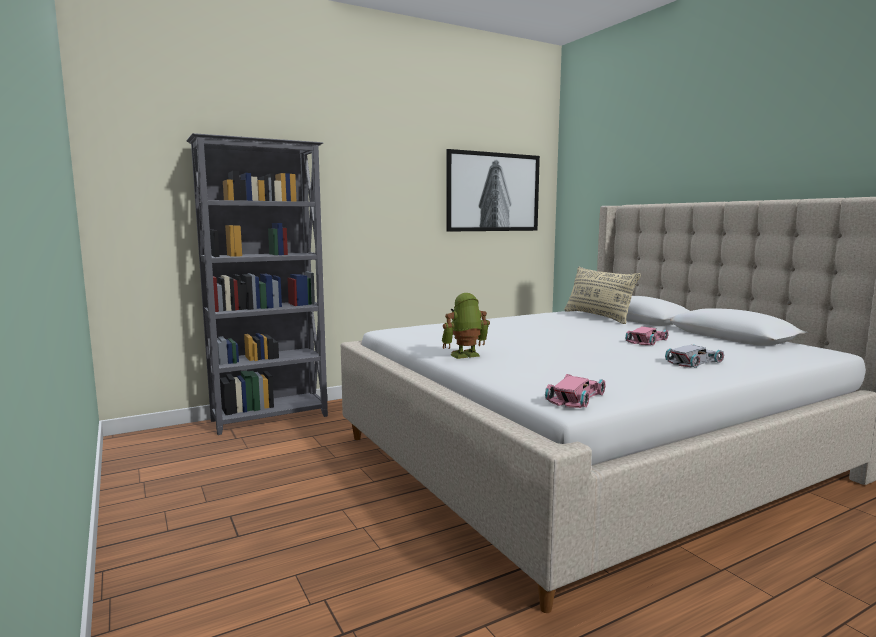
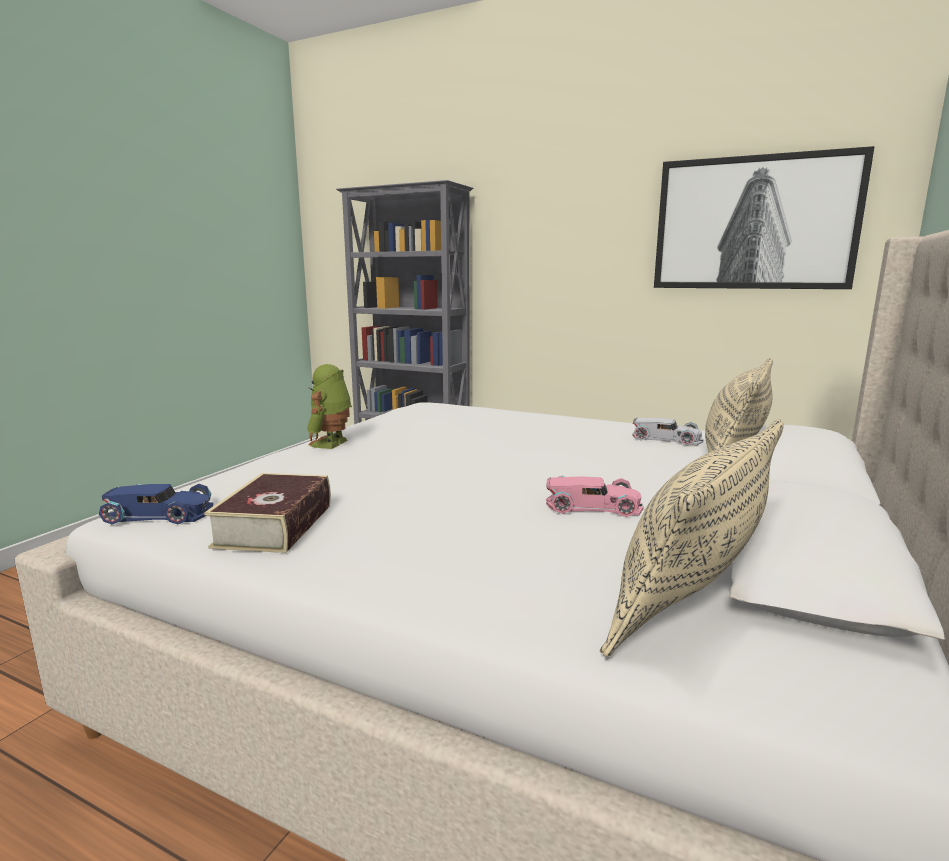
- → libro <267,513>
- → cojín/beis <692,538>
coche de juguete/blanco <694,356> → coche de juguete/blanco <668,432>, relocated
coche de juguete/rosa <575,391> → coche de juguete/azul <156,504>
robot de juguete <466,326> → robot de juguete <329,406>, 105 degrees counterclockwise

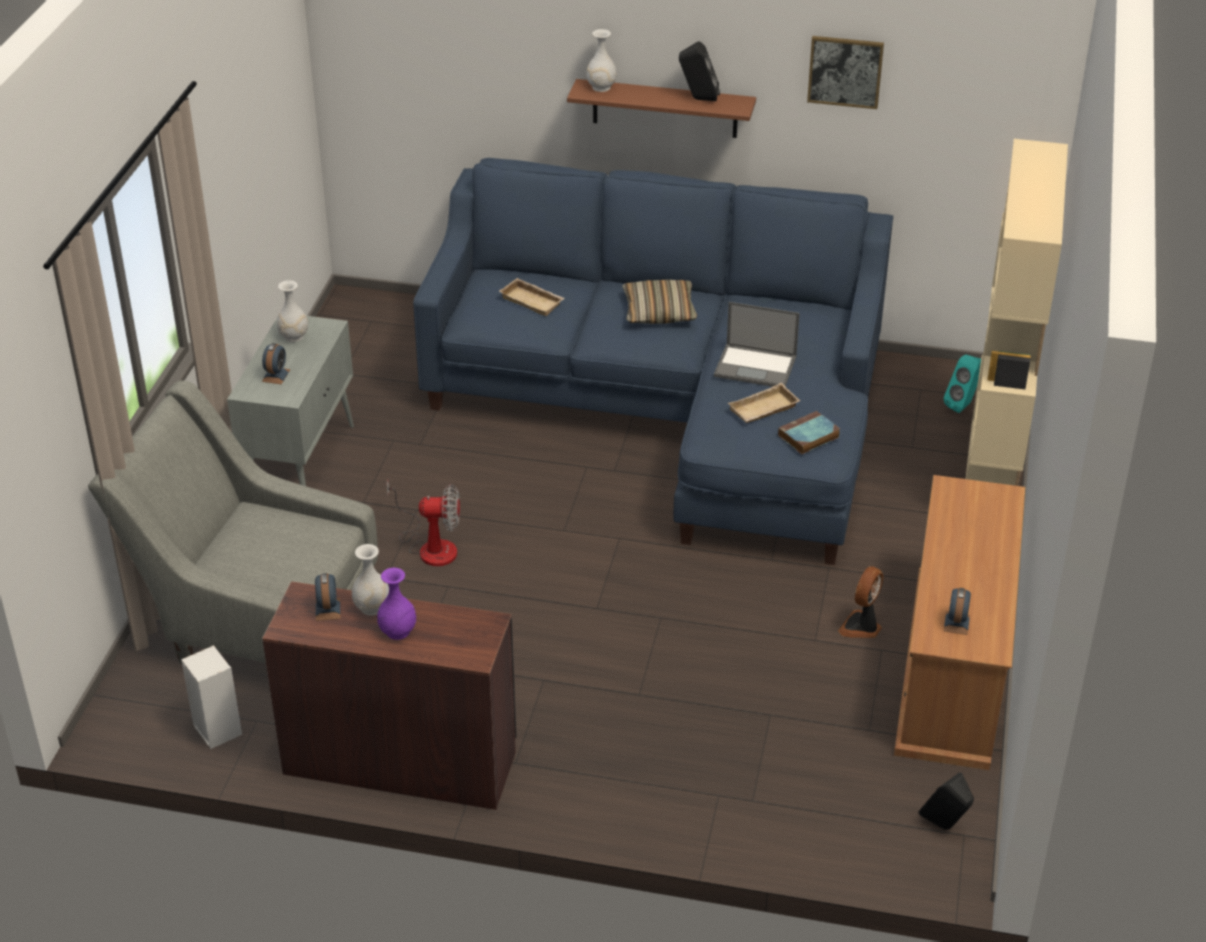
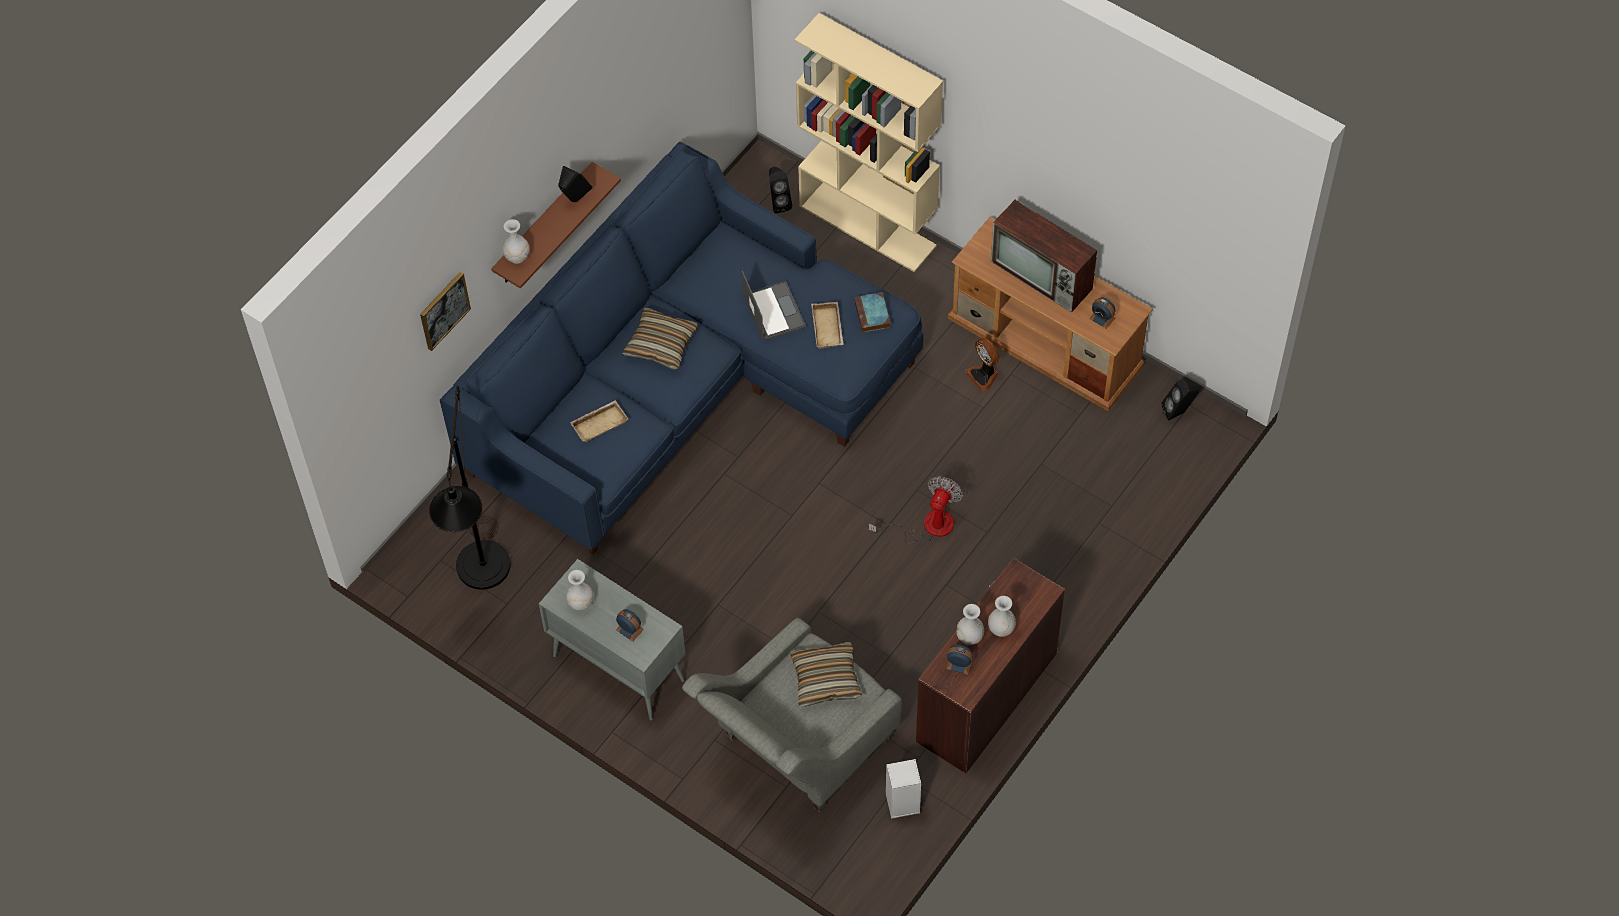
- → lámpara de pie/negro <470,488>
- → cojín <826,674>
- → televisor <1044,256>
ventilador <423,523> → ventilador <916,510>, relocated
cuadro <845,72> → cuadro <445,311>, relocated
florero/morado <396,604> → florero/blanco <1002,616>
altavoz/turquesa <962,384> → altavoz/negro <780,190>
portátil <757,344> → portátil <774,306>, 60 degrees counterclockwise

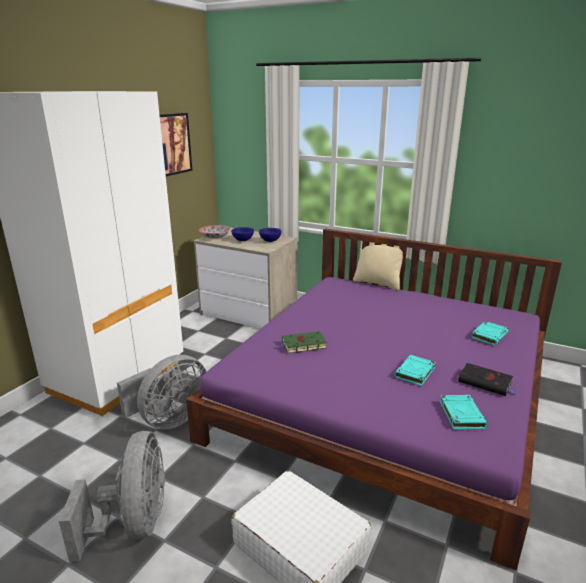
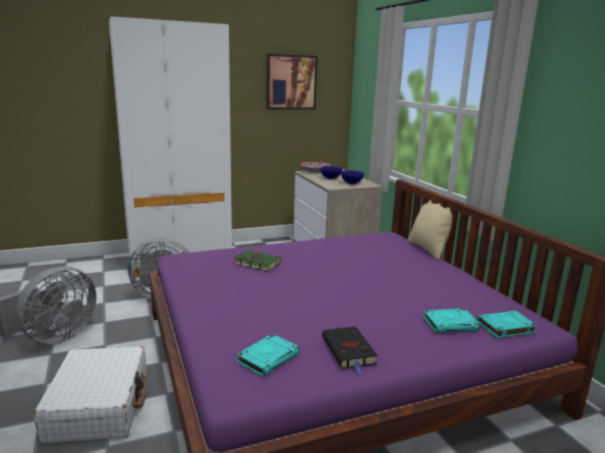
libro/turquesa <415,370> → libro/turquesa <507,324>, relocated

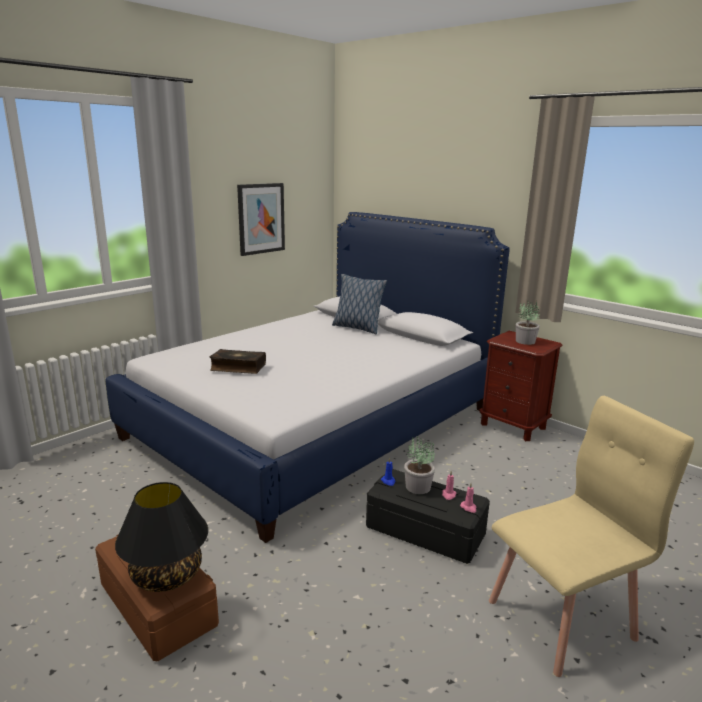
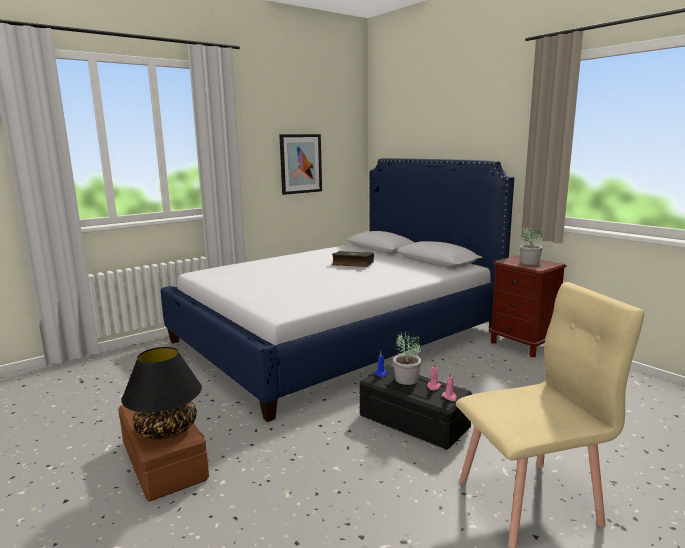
cojín <359,304> → -
libro <238,361> → libro <353,259>, relocated

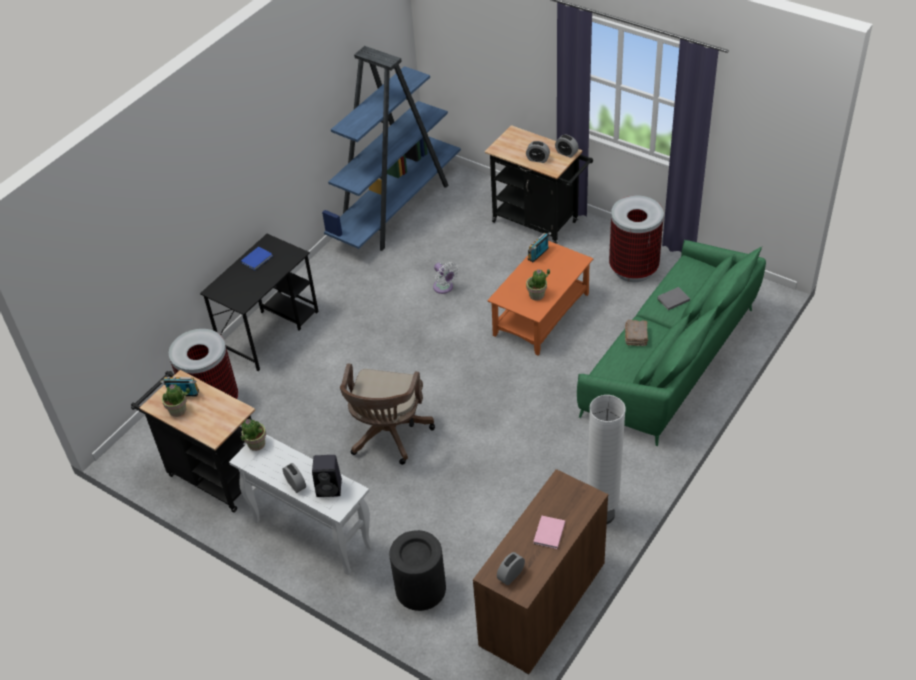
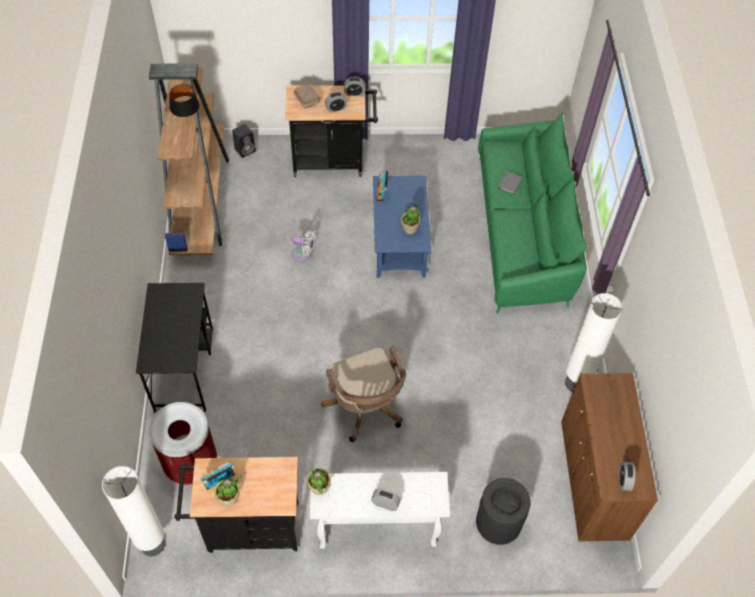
libro/azul <256,258> → -
libro/rosa <549,532> → -
papelera <636,239> → -
- → lámpara de pie/blanco <133,511>
- → lámpara de mesa/negro <184,105>
altavoz/negro <327,476> → altavoz/negro <244,141>, relocated
libro/marrón <636,333> → libro/marrón <307,96>, relocated
estantería/azul <391,148> → estantería/marrón <189,159>
mesa de centro/naranja <540,298> → mesa de centro/azul <402,227>

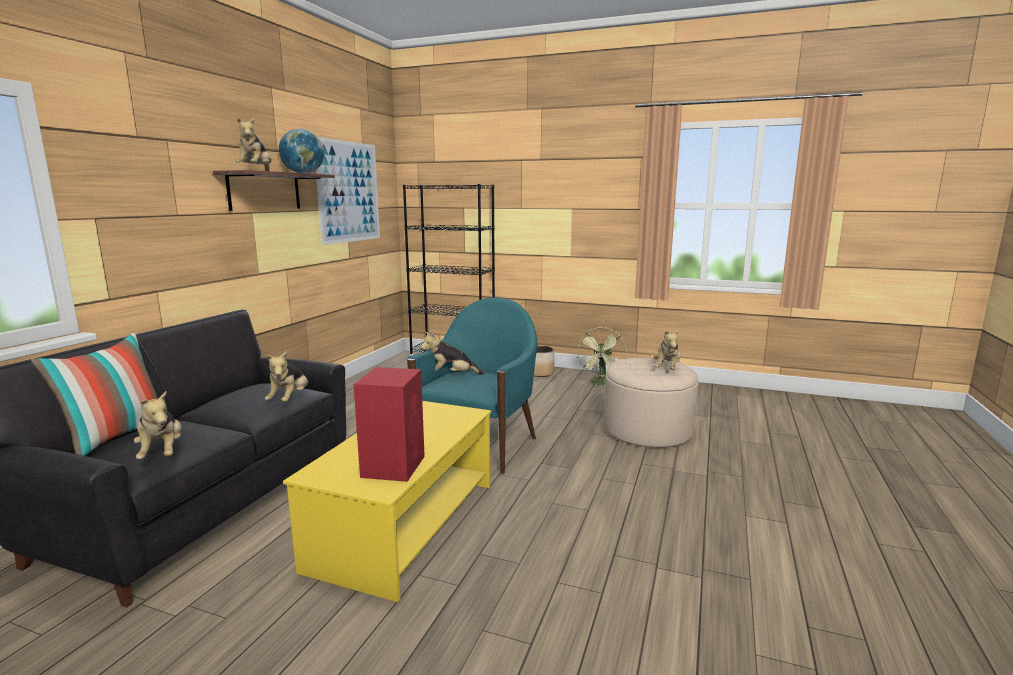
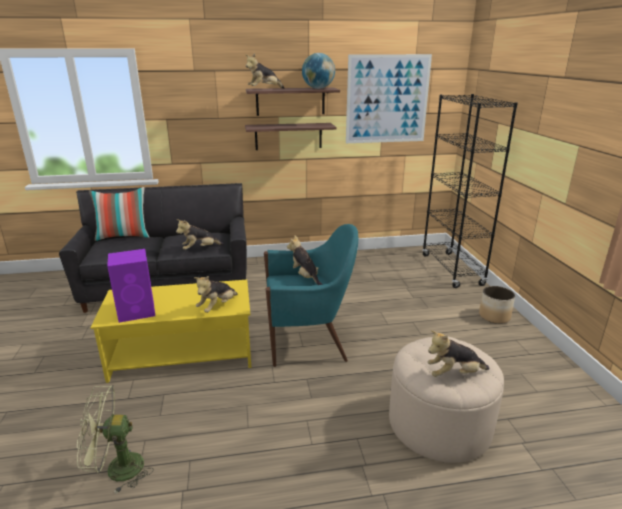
- → estante <291,136>
peluche <158,425> → peluche <216,294>, relocated
ventilador/verde <602,356> → ventilador/verde <115,439>, relocated
altavoz/rojo <389,424> → altavoz/morado <131,286>

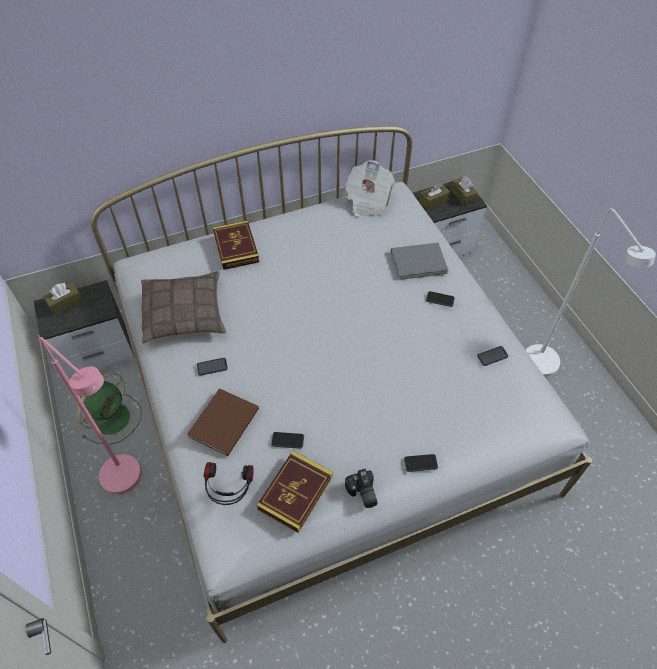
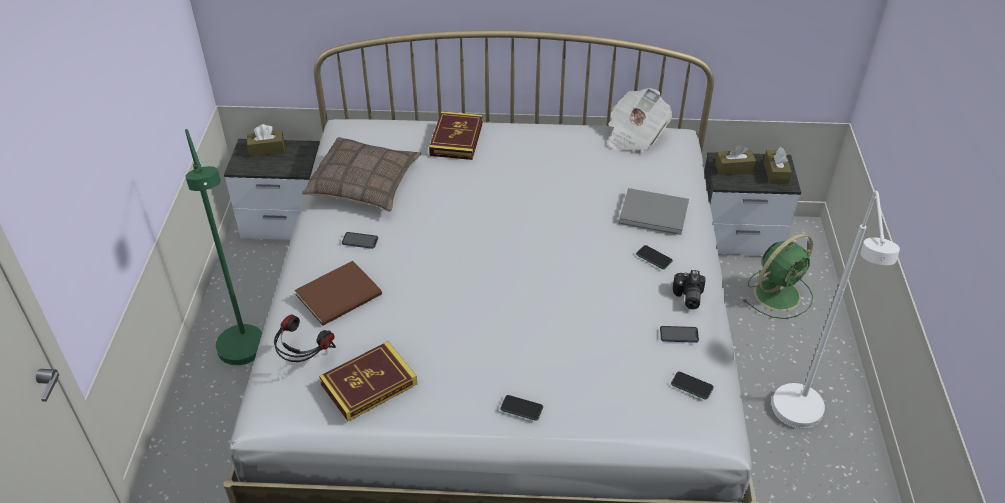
ventilador/verde <109,408> → ventilador/verde <777,276>, relocated
móvil <287,440> → móvil <692,385>, relocated
cámara <361,488> → cámara <689,289>, relocated
lámpara de pie/rosa <90,416> → lámpara de pie/verde <223,247>

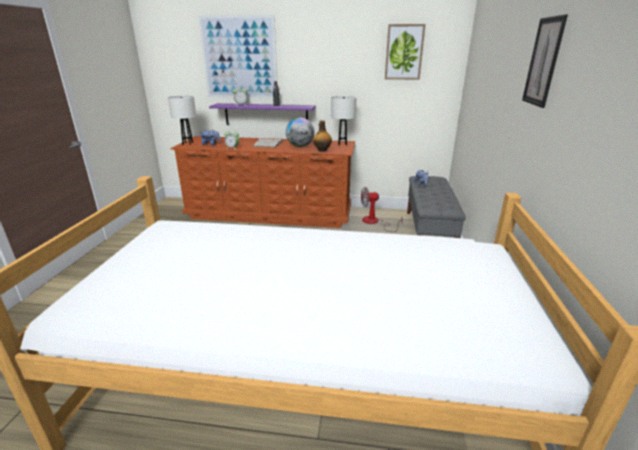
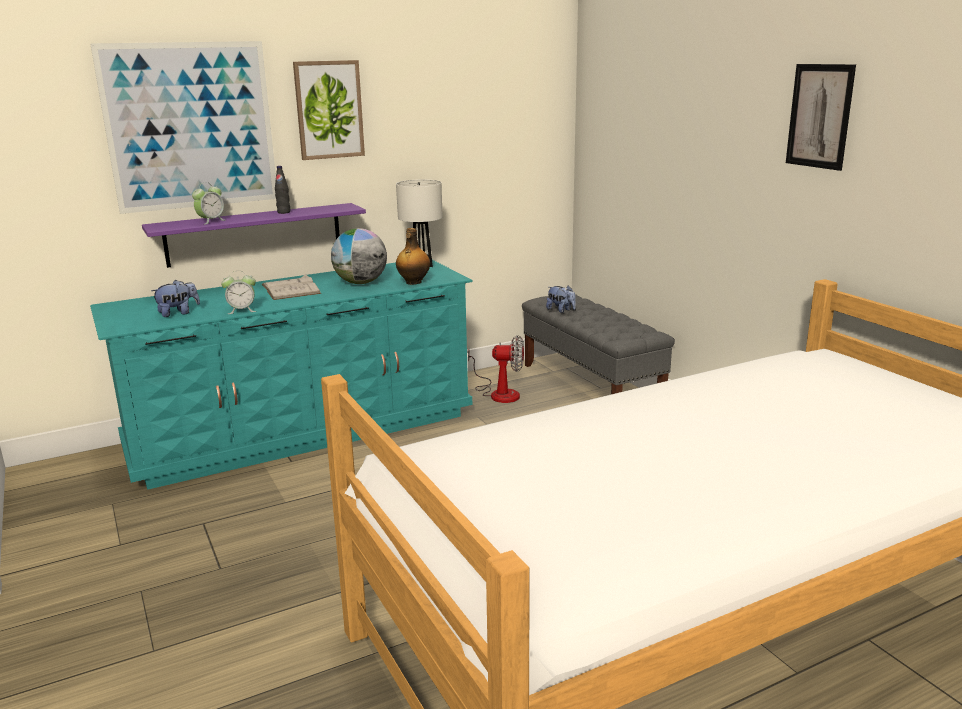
lámpara de mesa/blanco <182,120> → -
cuadro <405,52> → cuadro <329,110>, relocated
cómoda/marrón <262,182> → cómoda/turquesa <281,375>
ventilador <382,209> → ventilador <496,369>, 135 degrees counterclockwise

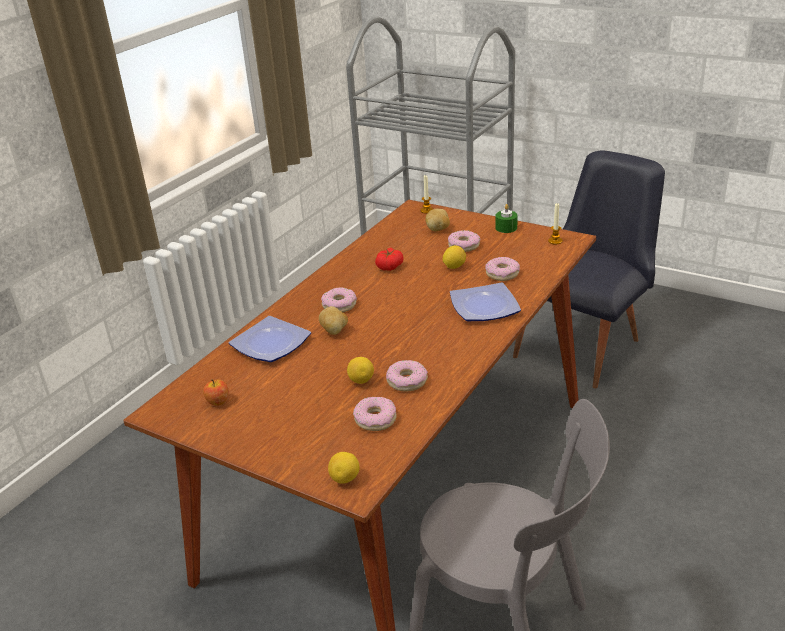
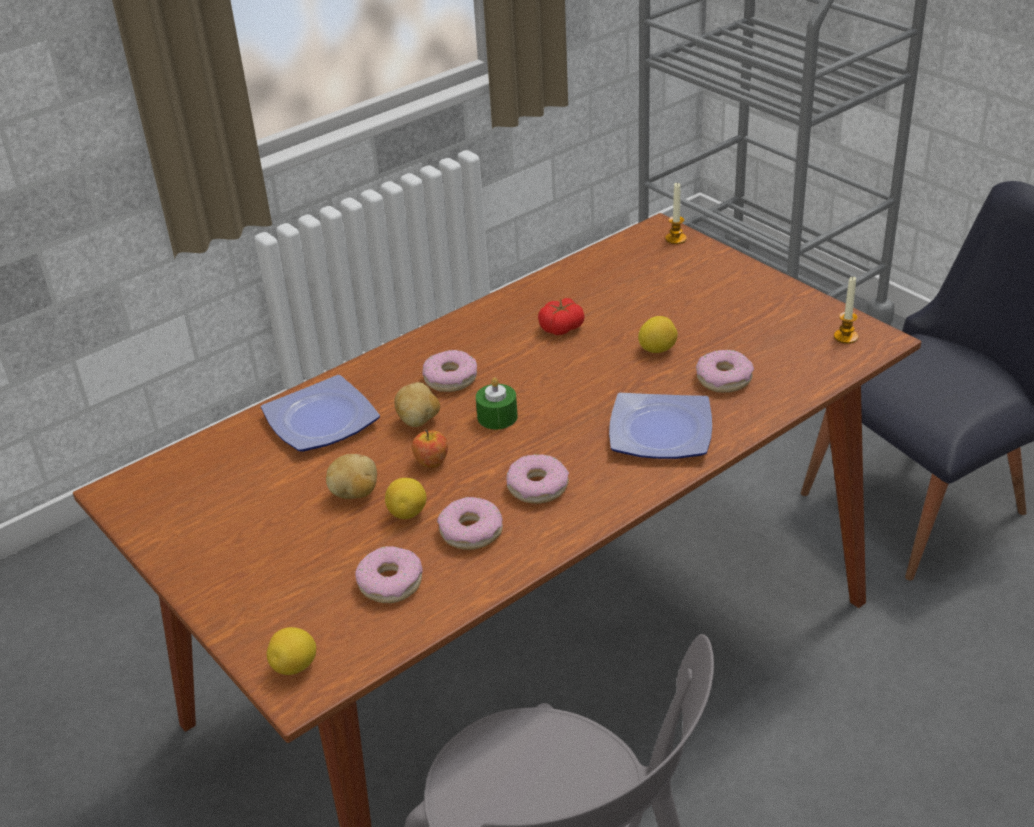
manzana <216,392> → manzana <430,448>, relocated
patata <437,219> → patata <351,476>, relocated
rosquilla <464,241> → rosquilla <537,479>, relocated
vela/verde <506,218> → vela/verde <497,403>, relocated

